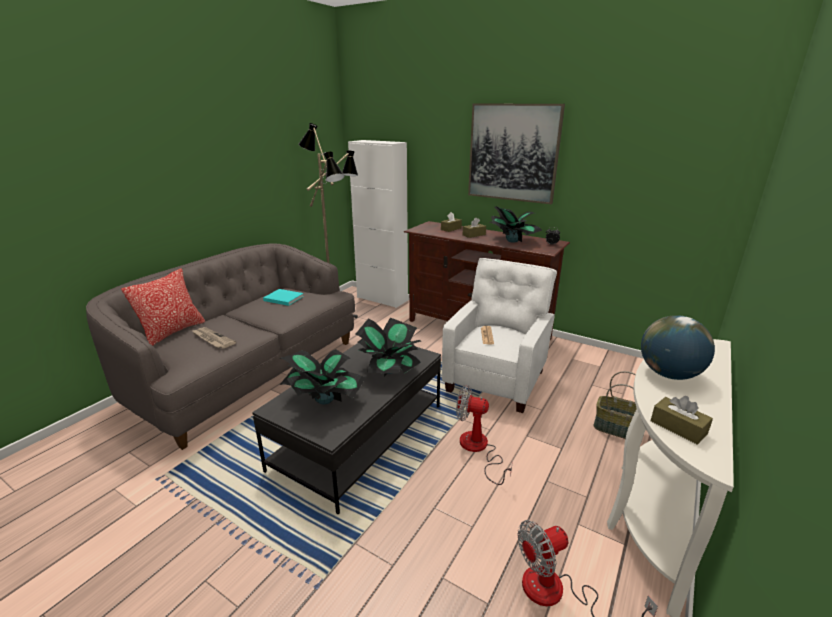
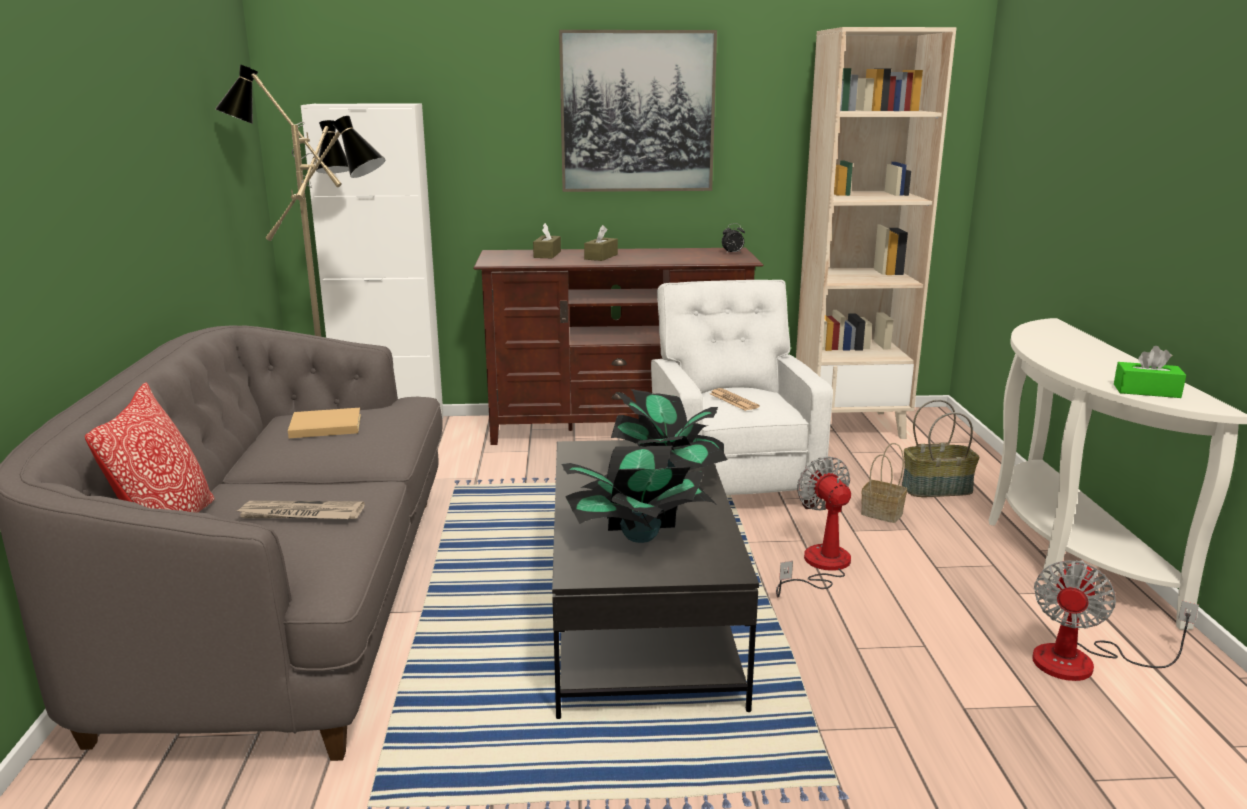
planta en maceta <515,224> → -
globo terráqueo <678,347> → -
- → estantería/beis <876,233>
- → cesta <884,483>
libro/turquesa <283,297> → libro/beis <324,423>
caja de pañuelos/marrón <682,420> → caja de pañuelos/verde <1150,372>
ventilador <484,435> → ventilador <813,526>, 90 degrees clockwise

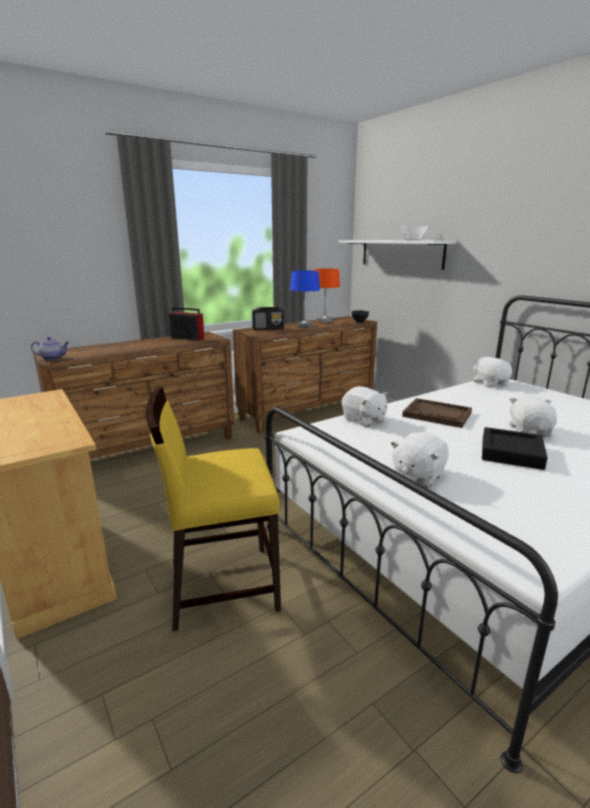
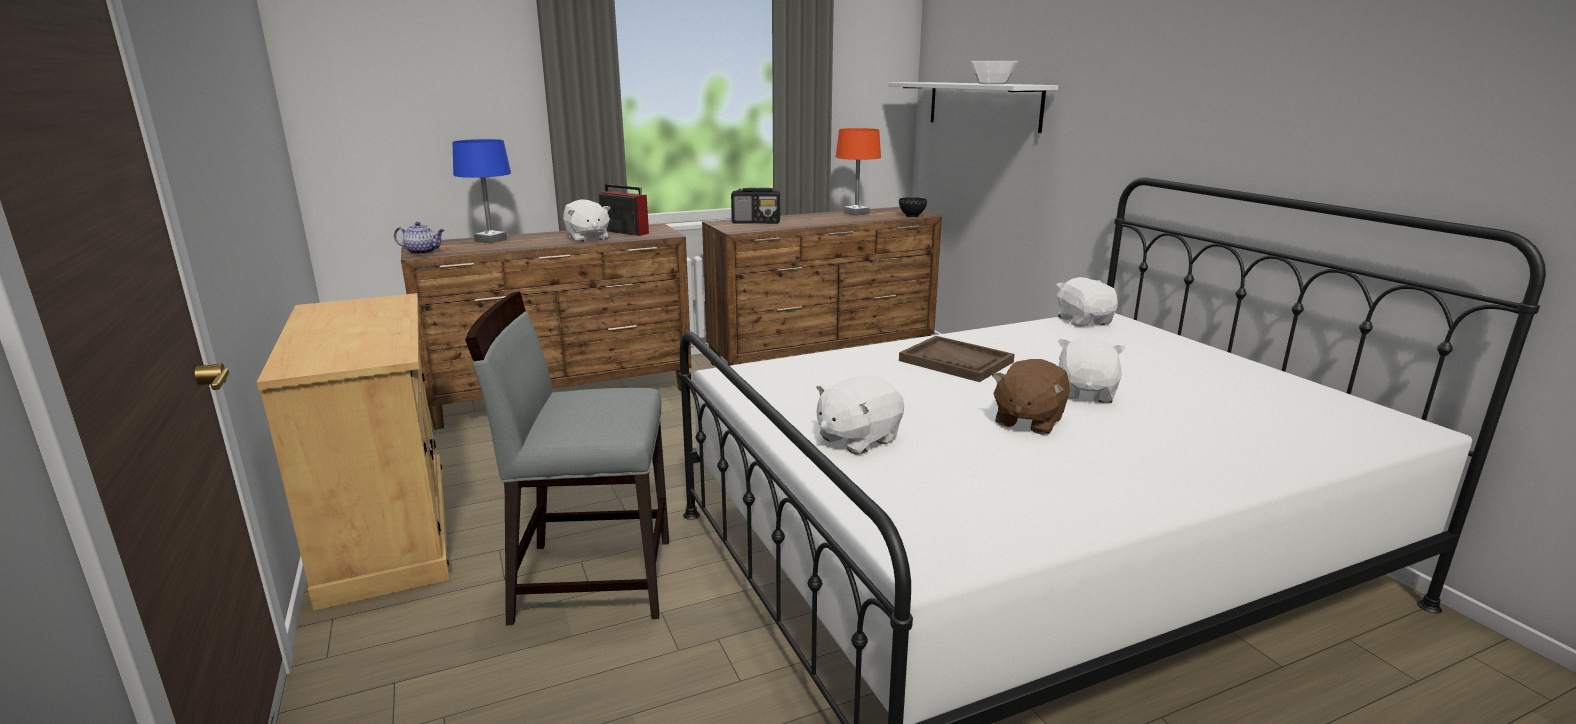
lámpara de mesa/azul <305,299> → lámpara de mesa/azul <481,191>, relocated
peluche/blanco <365,406> → peluche/blanco <587,220>, relocated
bandeja/negro <515,448> → peluche/marrón <1031,397>
silla/amarillo <213,509> → silla/gris <567,458>

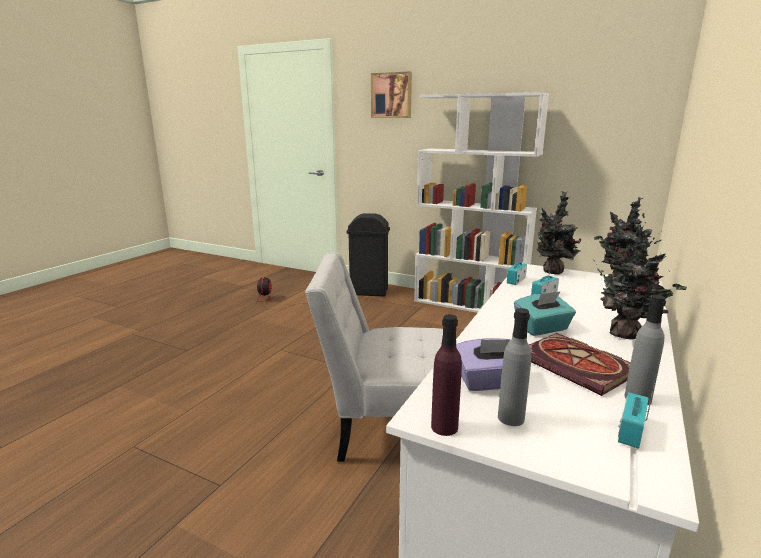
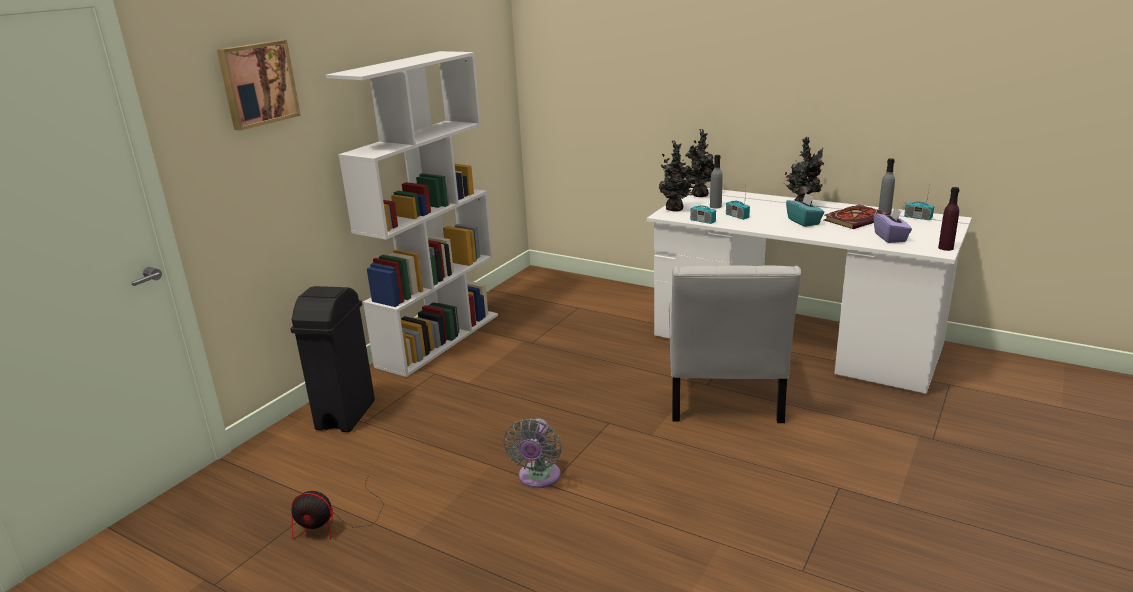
- → ventilador/gris <532,453>
botella/gris <515,367> → botella/gris <716,182>, relocated

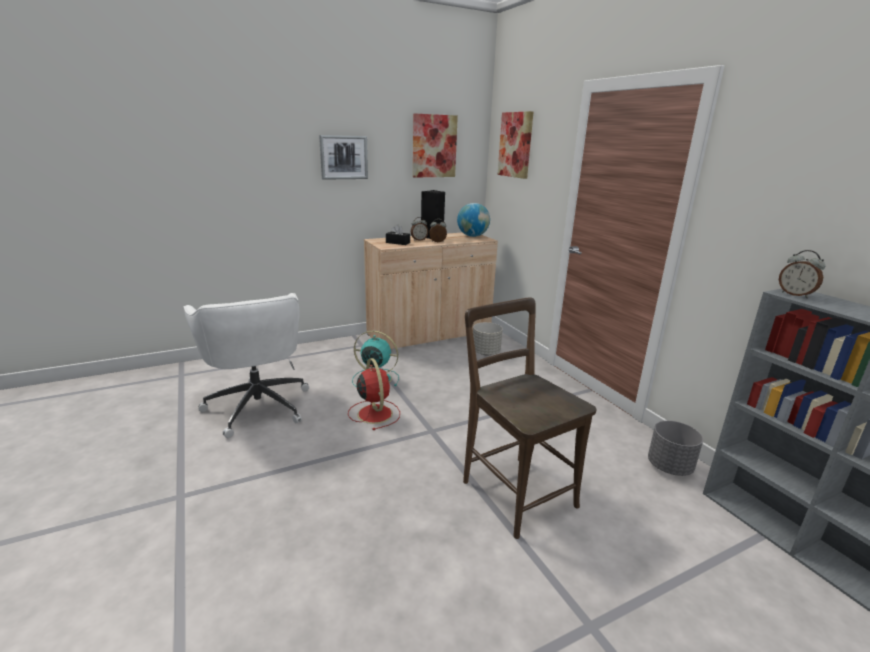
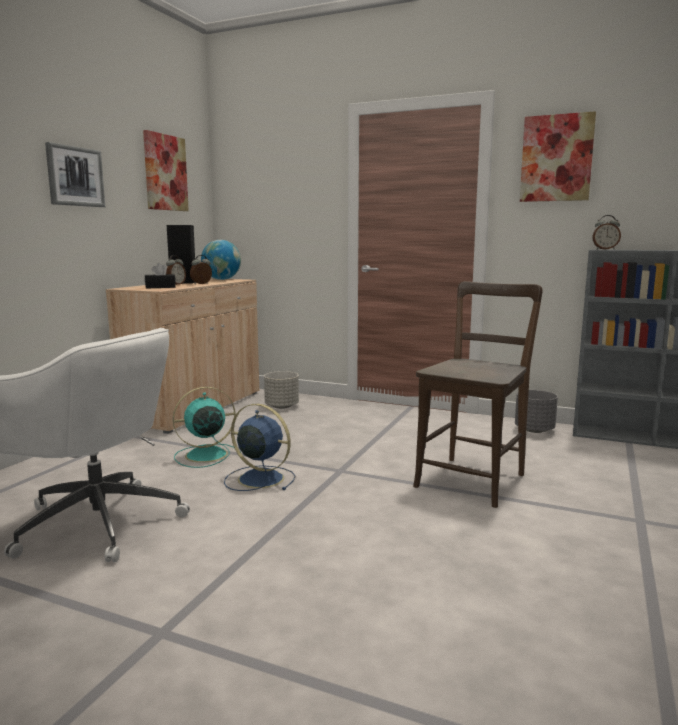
cuadro <515,145> → cuadro <558,156>, relocated
ventilador/rojo <374,394> → ventilador/azul <259,447>
silla/marrón <530,418> → silla/marrón <478,394>, 105 degrees clockwise

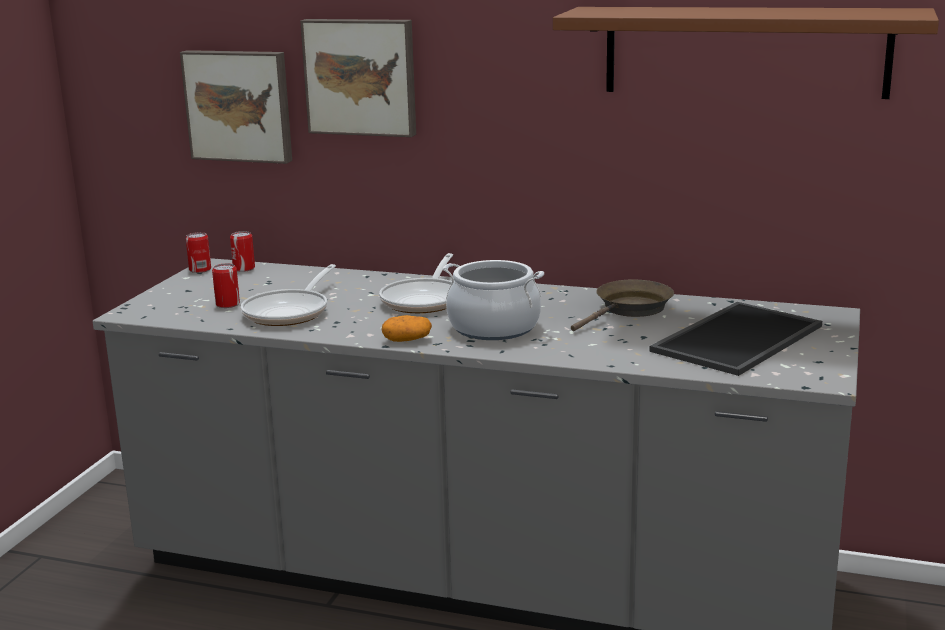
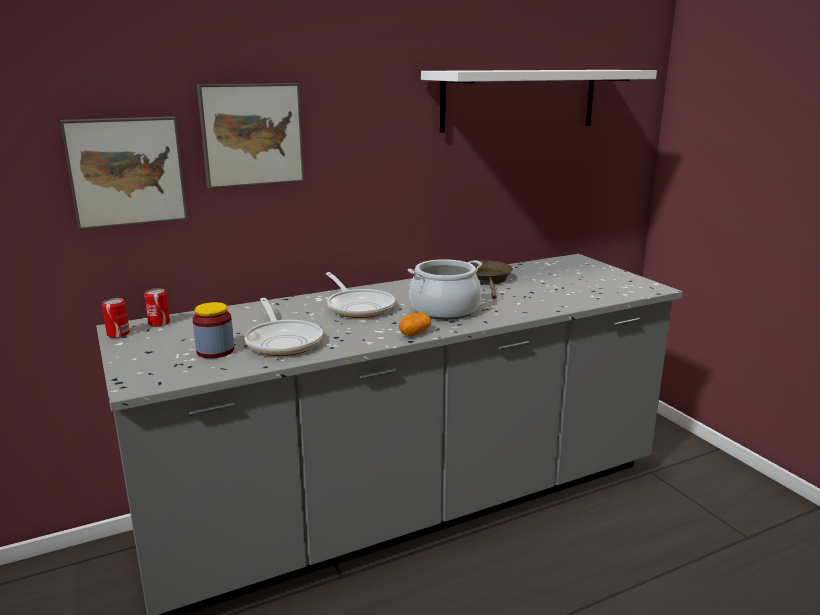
bandeja <735,339> → -
lata <226,285> → tarro <213,330>
estante/marrón <746,53> → estante/blanco <539,101>

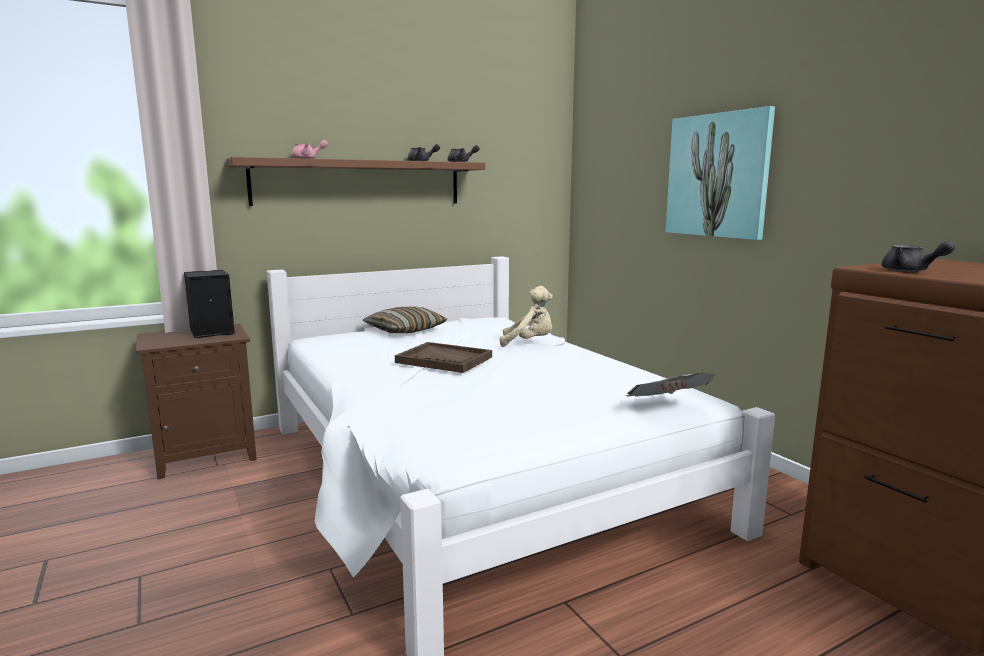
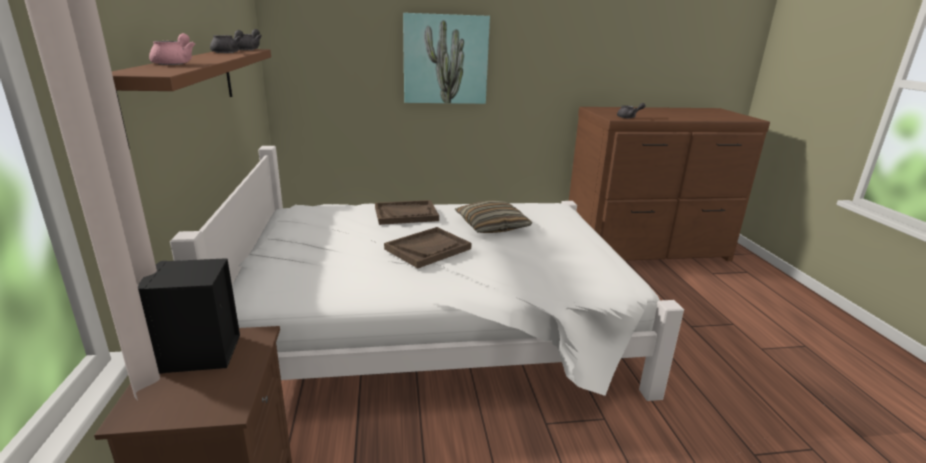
periódico <671,384> → -
cojín <405,319> → cojín <493,216>, relocated
peluche/beis <526,316> → bandeja/marrón <407,212>

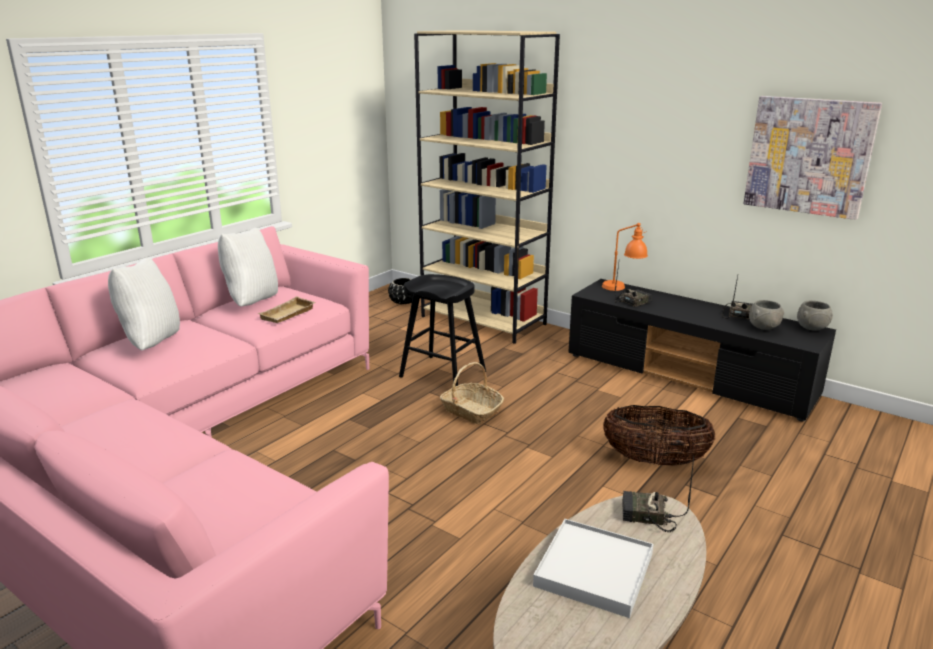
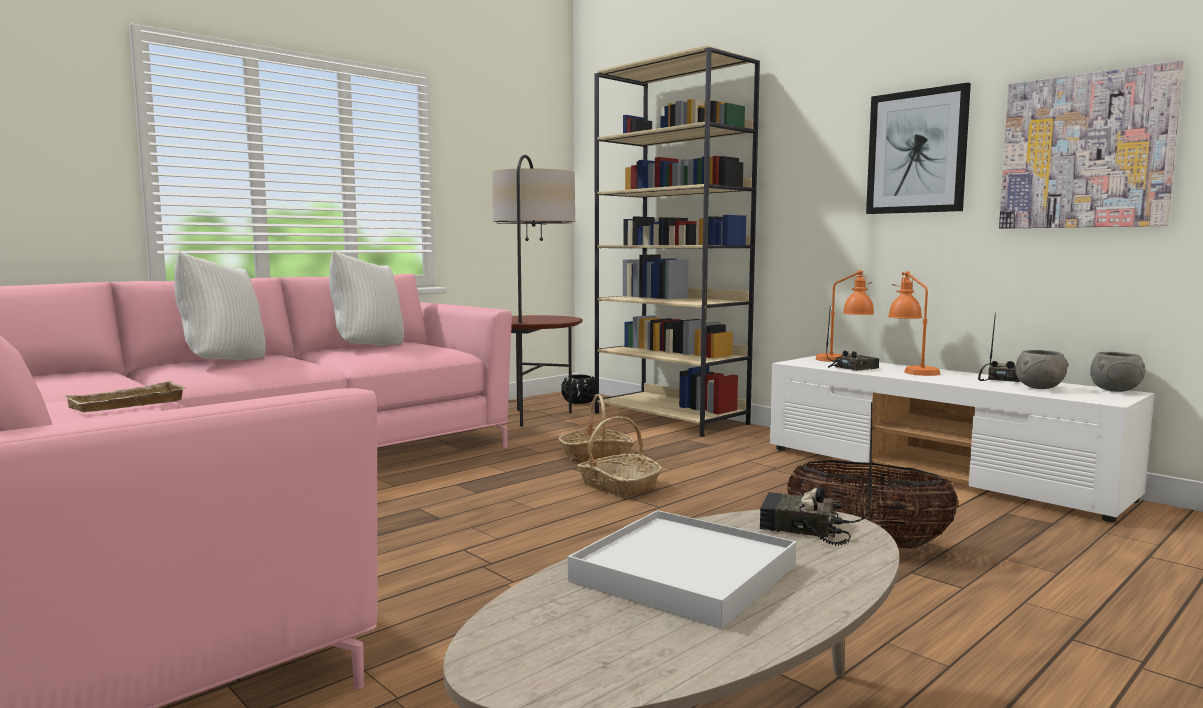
- → lámpara de pie <537,290>
- → cuadro <918,148>
- → lámpara de mesa/naranja <914,323>
bandeja/beis <286,309> → bandeja/beis <125,396>, relocated
taburete/negro <442,330> → cesta <596,428>
mueble de televisión/negro <702,350> → mueble de televisión/blanco <962,438>

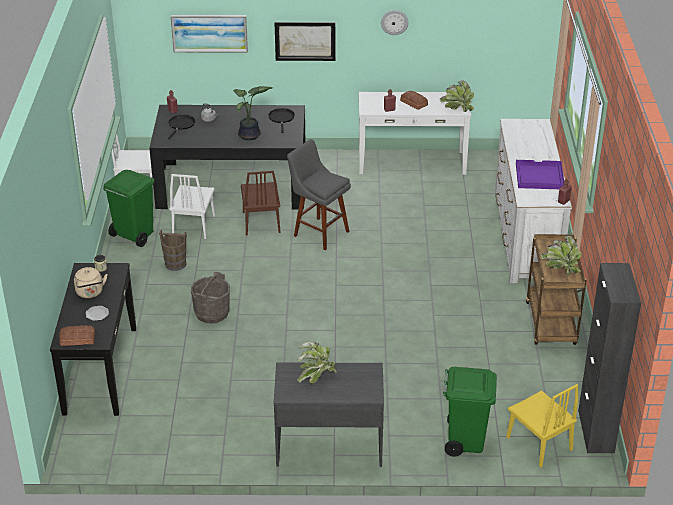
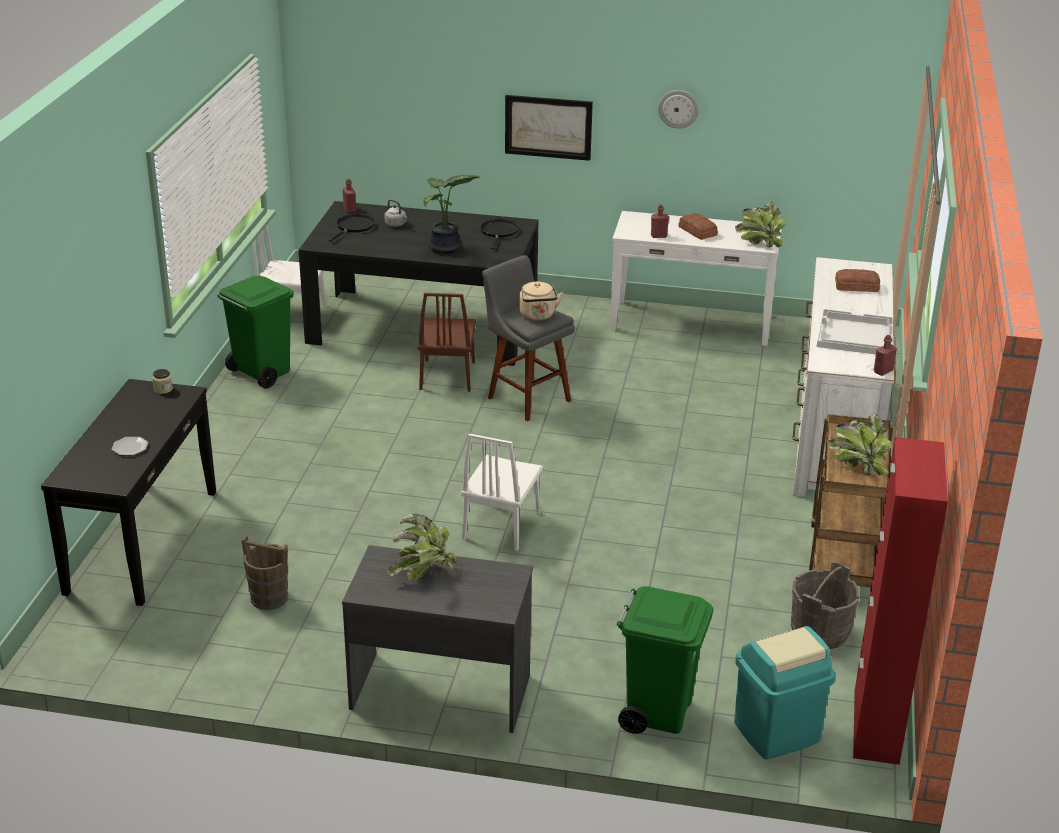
cuadro <209,34> → -
pan <77,335> → pan <857,280>, relocated
hervidor/beis <91,282> → hervidor/beis <541,301>, relocated
cubo/marrón <173,250> → cubo/marrón <264,573>, relocated
silla/blanco <192,206> → silla/blanco <502,492>, relocated
cubo/gris <210,298> → cubo/gris <825,605>, relocated
silla/amarillo <542,426> → papelera/turquesa <785,692>
bandeja/morado <540,174> → bandeja/blanco <855,331>
armario/negro <609,358> → armario/rojo <900,601>

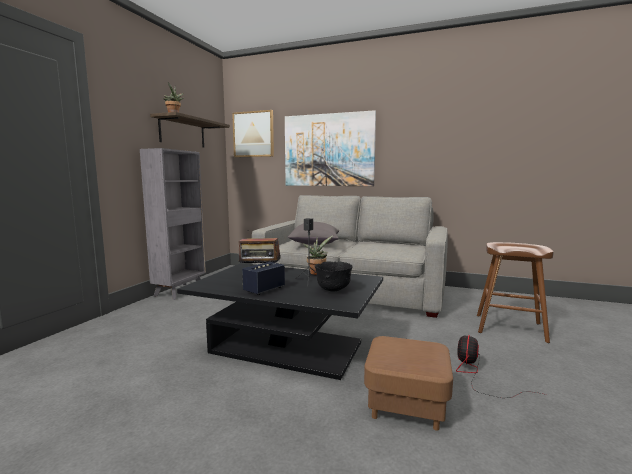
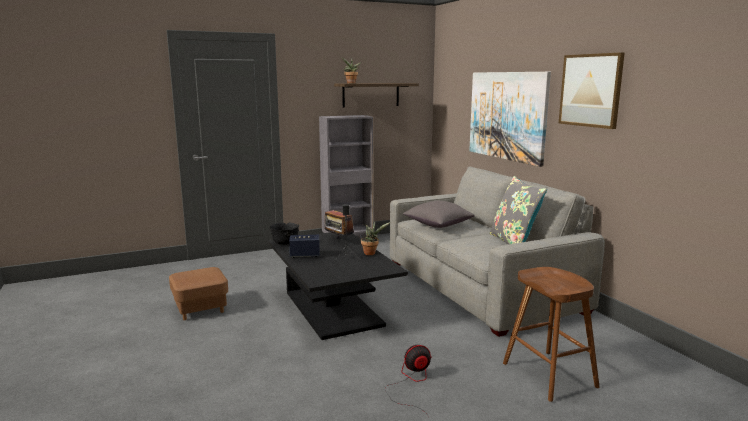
- → cojín/gris <518,210>
cuadro <253,133> → cuadro <592,90>, relocated
cuenco/negro <334,276> → cuenco/negro <284,234>, relocated
puf/marrón <408,383> → puf/marrón <198,293>, relocated

